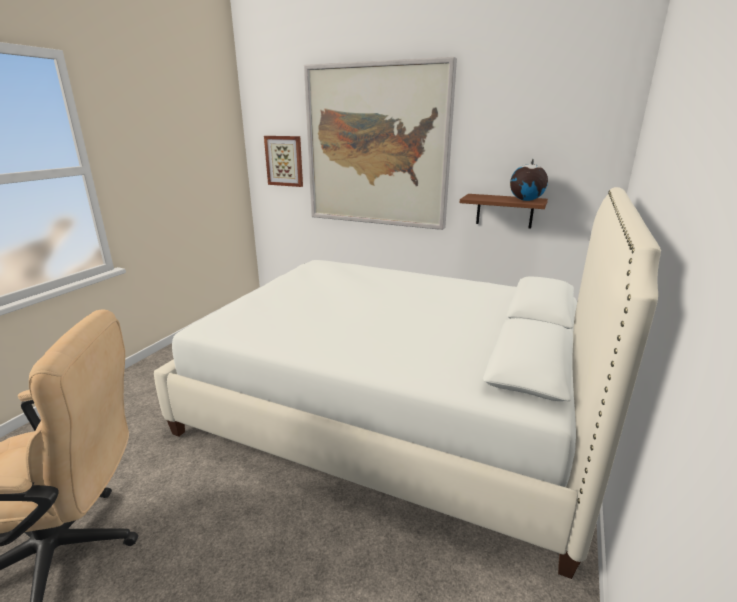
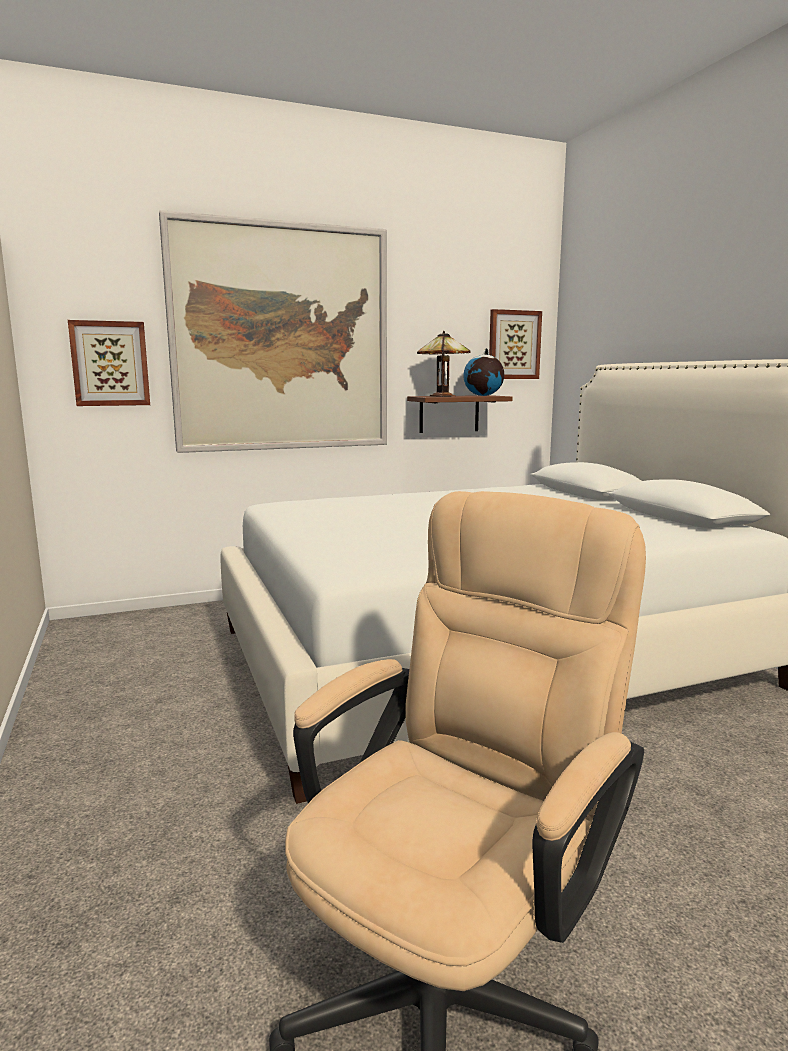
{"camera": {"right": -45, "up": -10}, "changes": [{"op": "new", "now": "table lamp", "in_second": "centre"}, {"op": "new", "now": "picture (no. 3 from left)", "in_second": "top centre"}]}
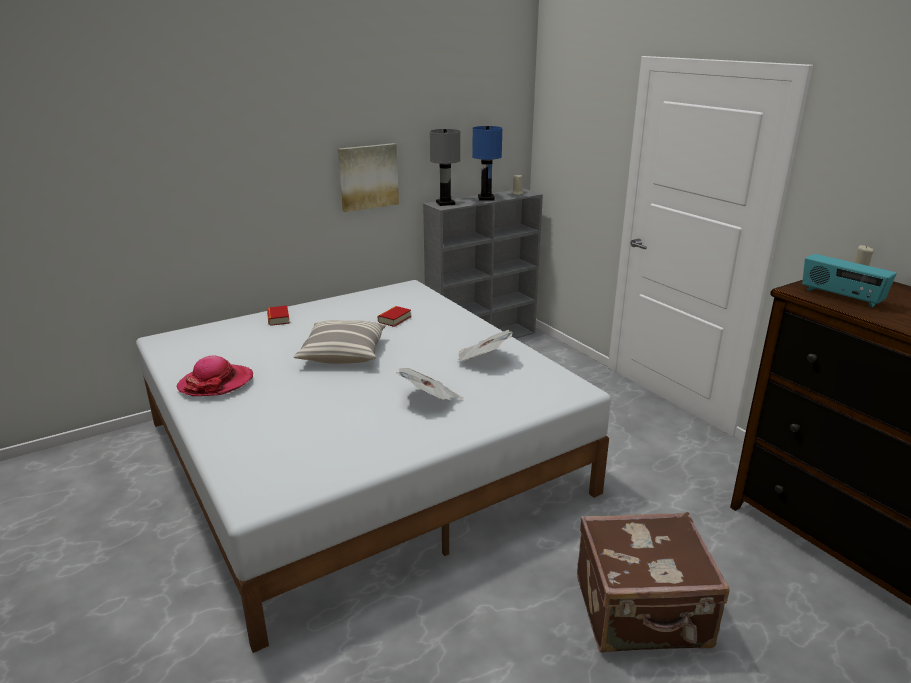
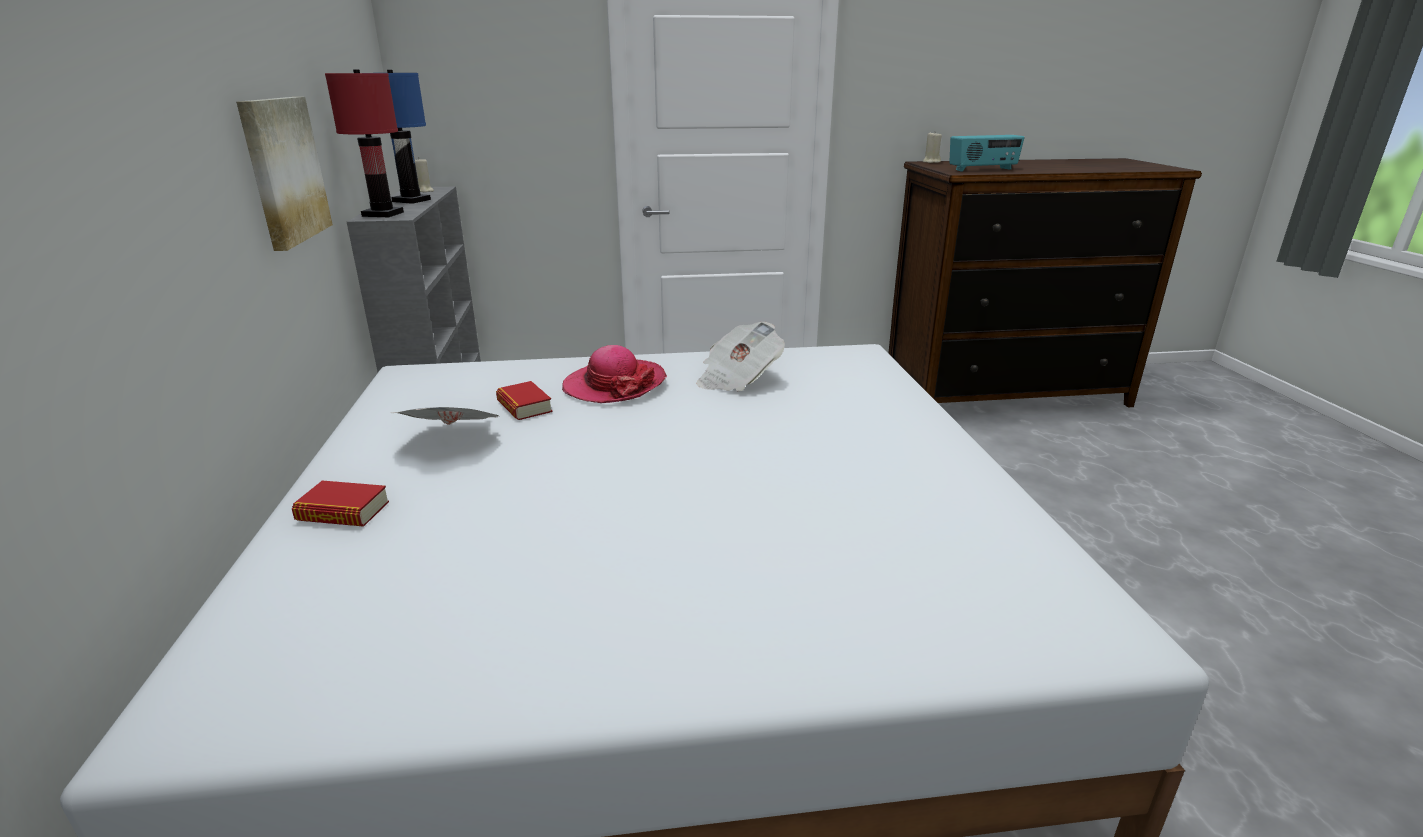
{"camera": {"right": -65, "up": 0}, "changes": [{"op": "shifted", "was": "hat", "in_first": "middle left", "in_second": "centre"}, {"op": "gone", "was": "pillow", "in_first": "centre"}, {"op": "shifted", "was": "newspaper (no. 1 from left)", "in_first": "centre", "in_second": "middle left"}, {"op": "repainted", "was": "grey table lamp", "now": "red table lamp", "in_first": "top centre", "in_second": "top left"}, {"op": "gone", "was": "brown suitcase", "in_first": "bottom right"}]}
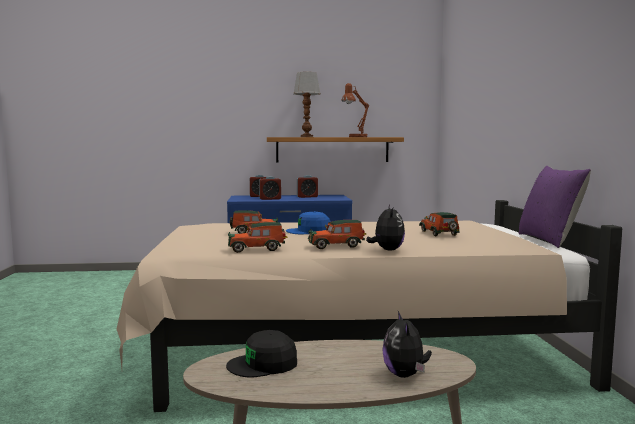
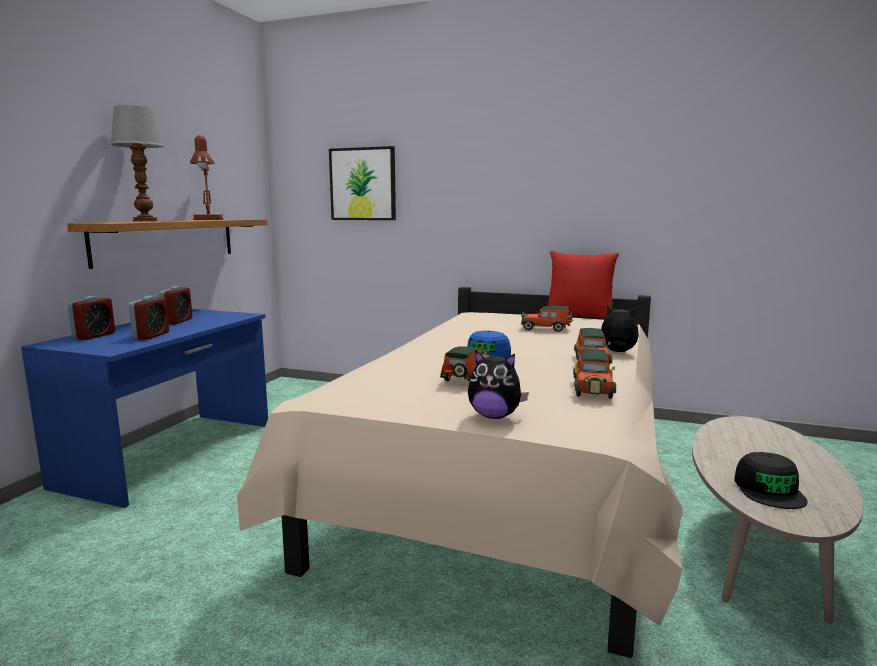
{"camera": {"right": -65, "up": 5}, "changes": [{"op": "shifted", "was": "plush toy (no. 2 from left in the first image)", "now": "plush toy (no. 1 from left)", "in_first": "bottom centre", "in_second": "centre"}, {"op": "repainted", "was": "purple pillow", "now": "red pillow", "in_first": "middle right", "in_second": "centre"}, {"op": "new", "now": "picture", "in_second": "top centre"}]}
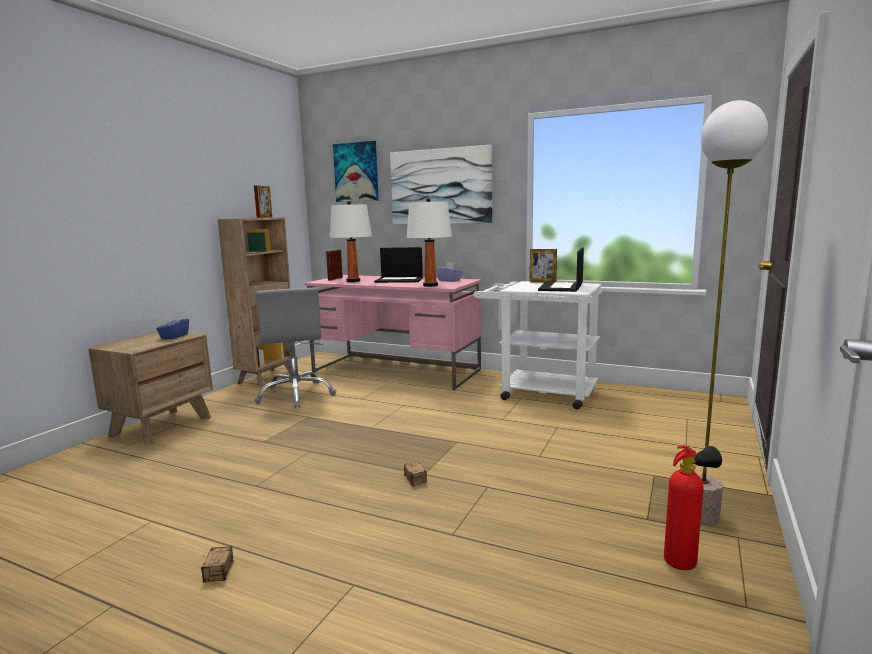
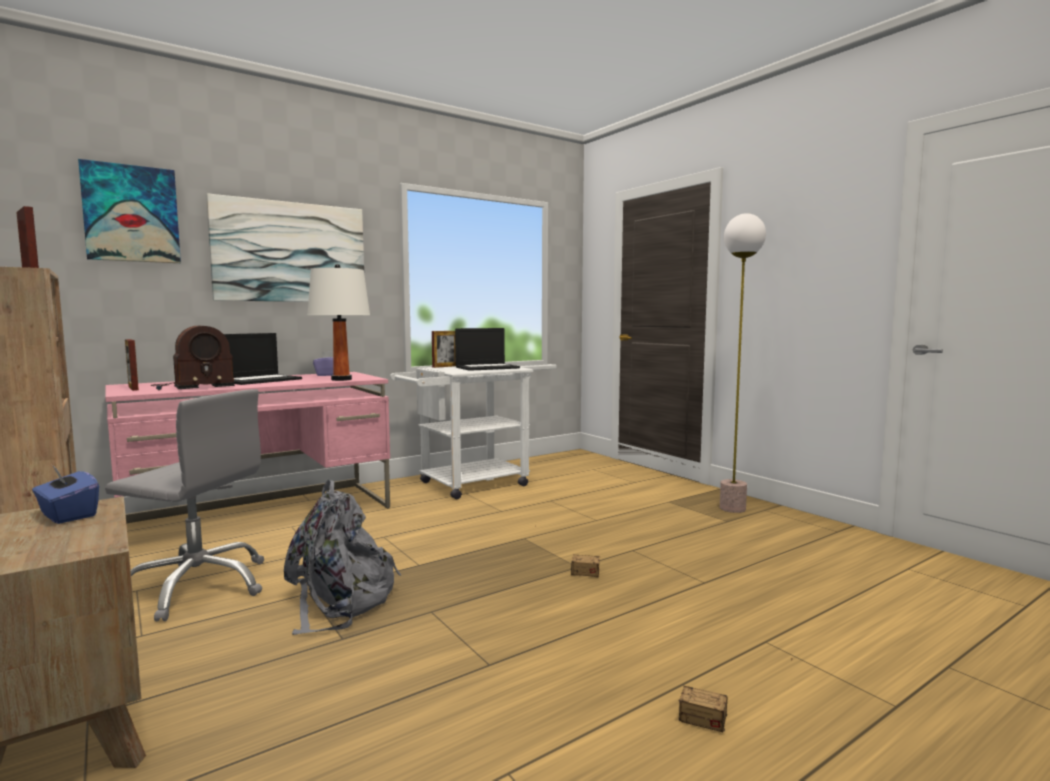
{"camera": {"right": -60, "up": -5}, "changes": [{"op": "swapped", "was": "white table lamp (no. 1 from left)", "now": "radio", "in_first": "centre", "in_second": "middle left"}, {"op": "rotated", "was": "laptop (no. 2 from left)", "in_first": "centre", "in_second": "centre", "clockwise": -75}, {"op": "gone", "was": "fire extinguisher", "in_first": "bottom right"}, {"op": "new", "now": "grey backpack", "in_second": "bottom left"}]}
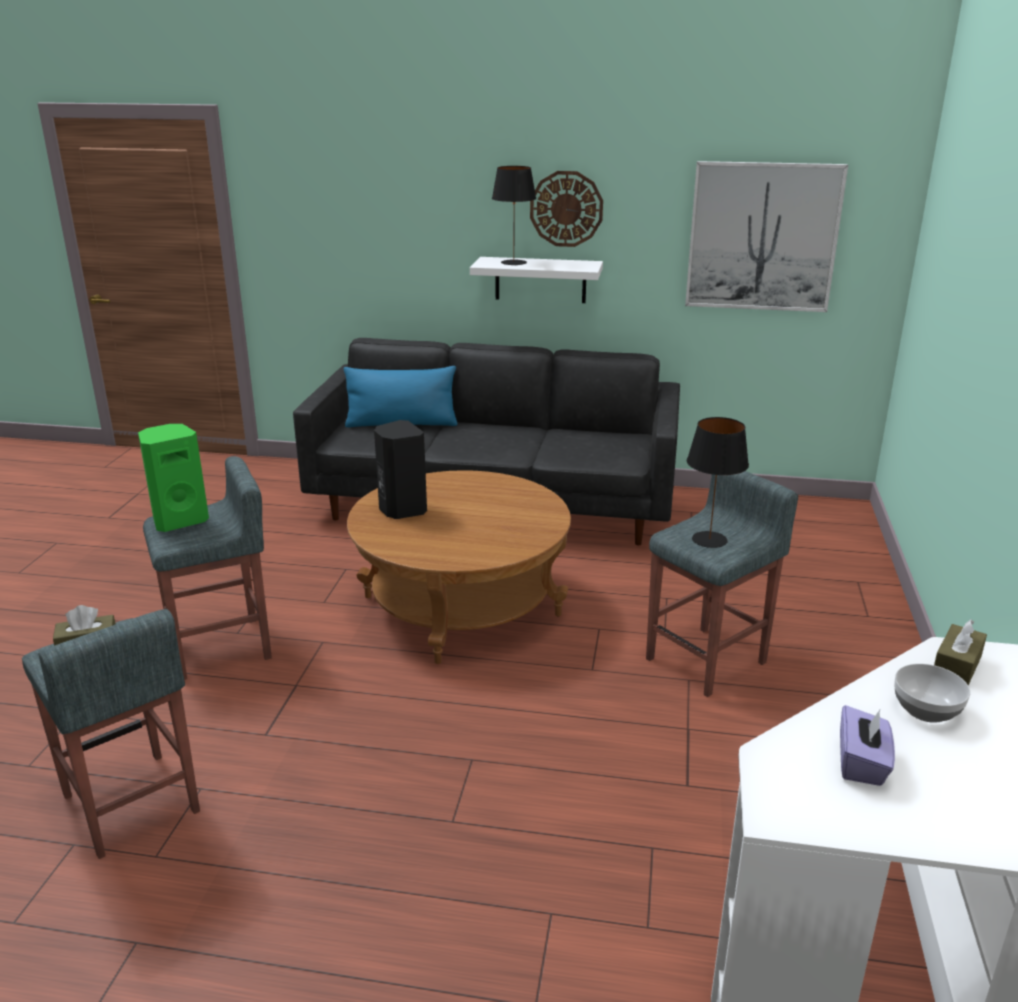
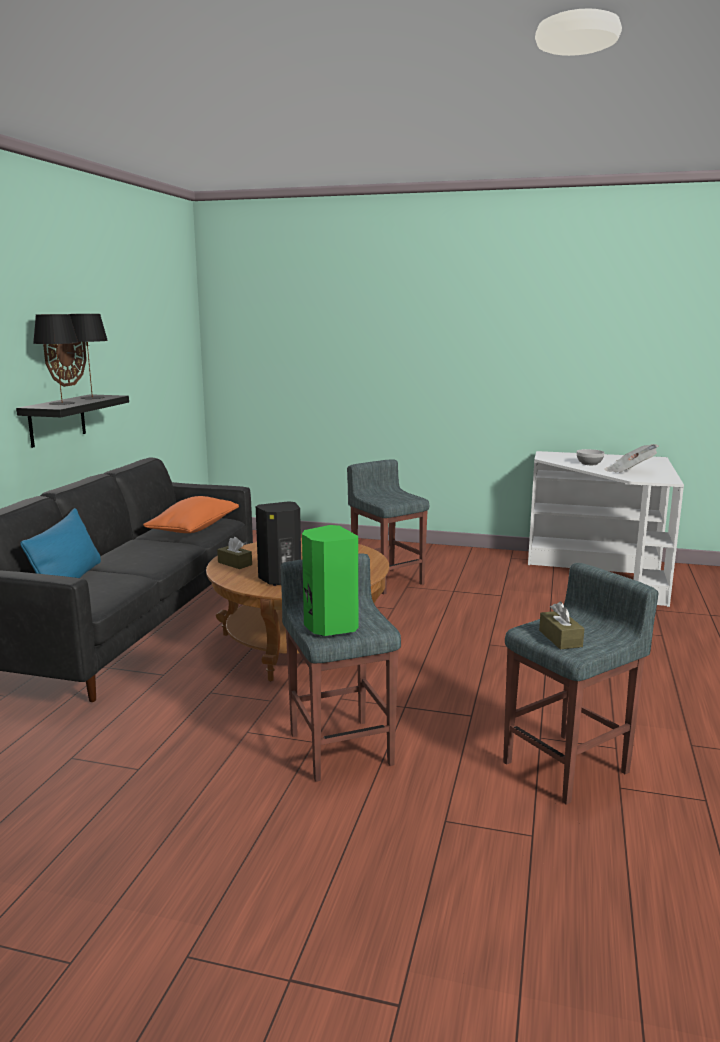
{"camera": {"right": -85, "up": -10}, "changes": [{"op": "repainted", "was": "white shelf", "now": "black shelf", "in_first": "top centre", "in_second": "middle left"}, {"op": "gone", "was": "picture", "in_first": "top right"}, {"op": "shifted", "was": "black table lamp (no. 2 from left)", "in_first": "middle right", "in_second": "middle left"}, {"op": "swapped", "was": "purple tissue box", "now": "newspaper", "in_first": "bottom right", "in_second": "middle right"}, {"op": "shifted", "was": "brown tissue box (no. 2 from left in the first image)", "now": "brown tissue box (no. 1 from left)", "in_first": "middle right", "in_second": "middle left"}, {"op": "new", "now": "orange pillow", "in_second": "middle left"}]}
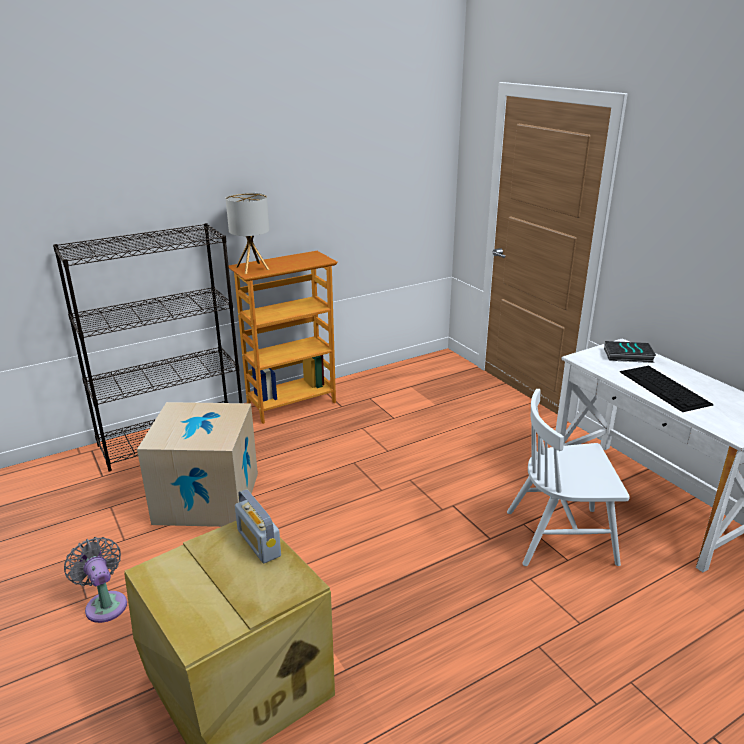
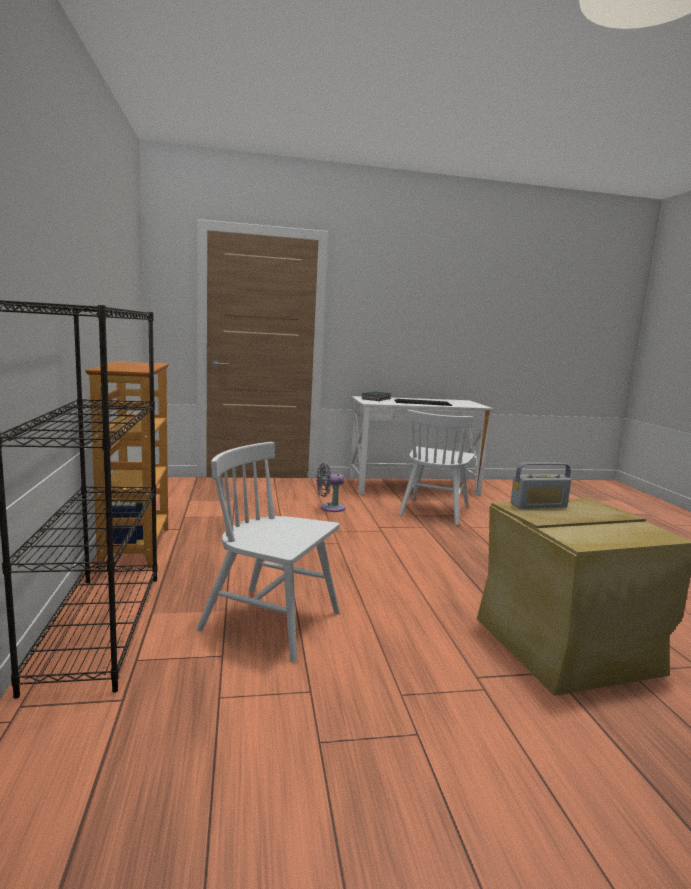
{"camera": {"right": -70, "up": -15}, "changes": [{"op": "shifted", "was": "grey fan", "in_first": "bottom left", "in_second": "centre"}, {"op": "swapped", "was": "cardboard box", "now": "white chair (no. 1 from left)", "in_first": "middle left", "in_second": "centre"}, {"op": "gone", "was": "table lamp", "in_first": "top centre"}]}
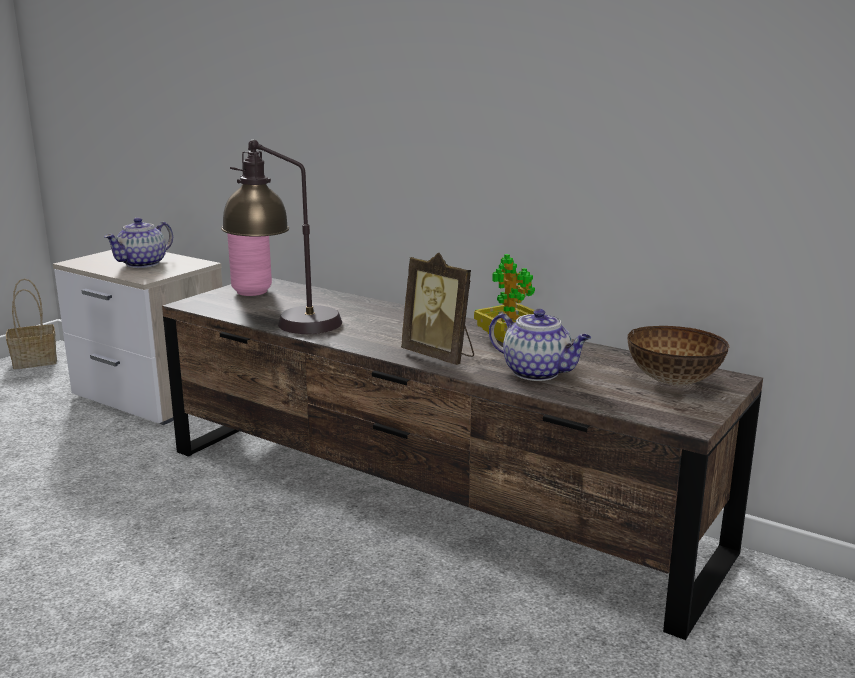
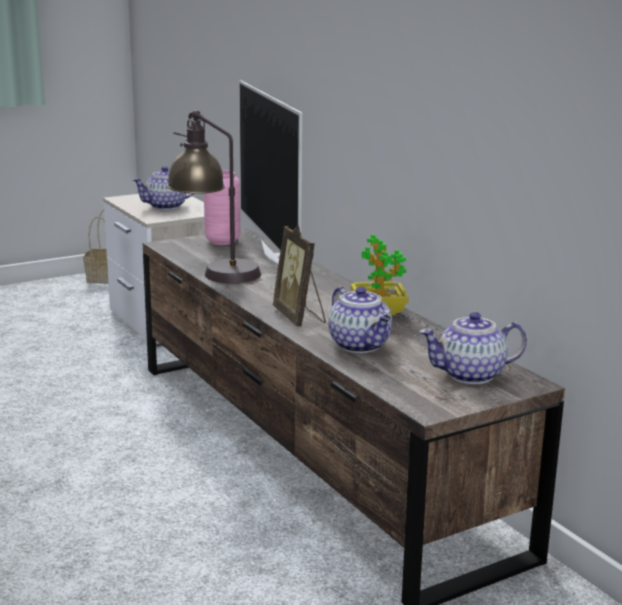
{"camera": {"right": 25, "up": 0}, "changes": [{"op": "swapped", "was": "bowl", "now": "teapot (no. 3 from left)", "in_first": "middle right", "in_second": "middle right"}, {"op": "new", "now": "television", "in_second": "top centre"}]}
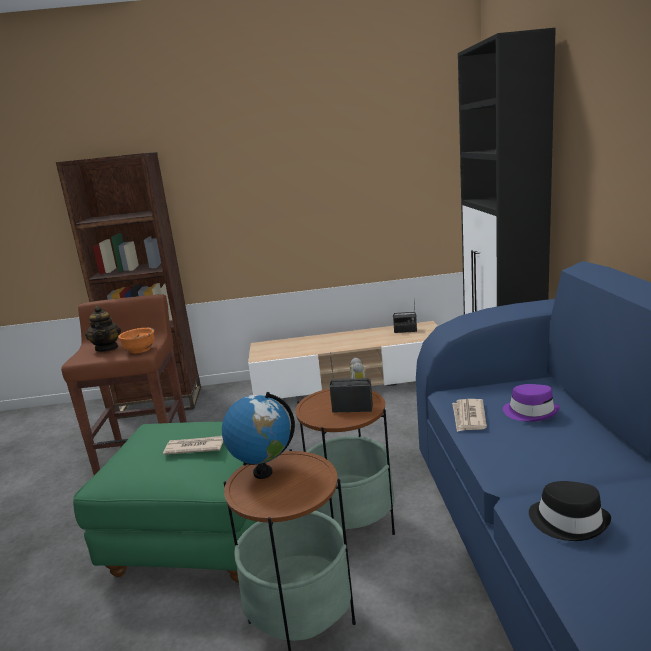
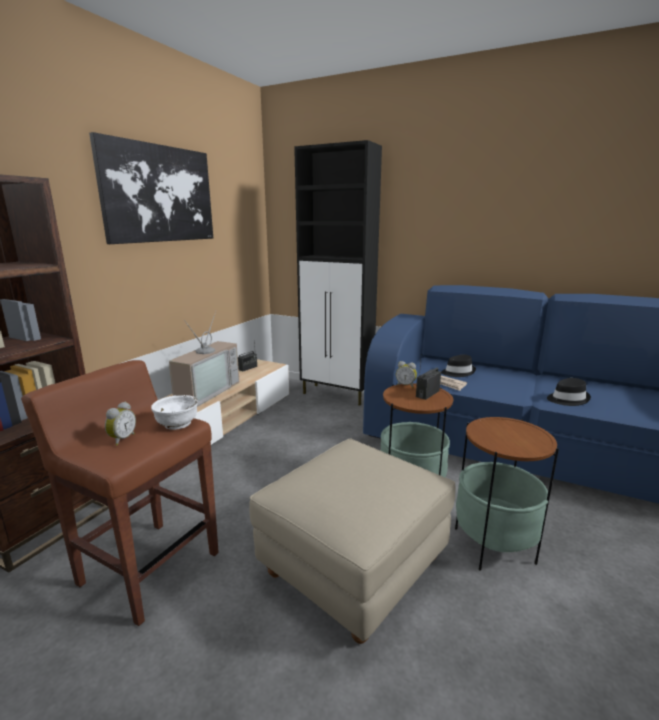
{"camera": {"right": -60, "up": 0}, "changes": [{"op": "repainted", "was": "green ottoman", "now": "beige ottoman", "in_first": "bottom left", "in_second": "bottom centre"}, {"op": "swapped", "was": "teapot", "now": "alarm clock (no. 1 from left)", "in_first": "middle left", "in_second": "middle left"}, {"op": "repainted", "was": "orange bowl", "now": "white bowl", "in_first": "middle left", "in_second": "middle left"}, {"op": "gone", "was": "newspaper (no. 1 from left)", "in_first": "bottom left"}, {"op": "gone", "was": "globe", "in_first": "bottom centre"}, {"op": "repainted", "was": "purple hat", "now": "black hat (no. 1 from left)", "in_first": "middle right", "in_second": "middle right"}, {"op": "new", "now": "picture", "in_second": "top left"}, {"op": "new", "now": "television", "in_second": "middle left"}]}
